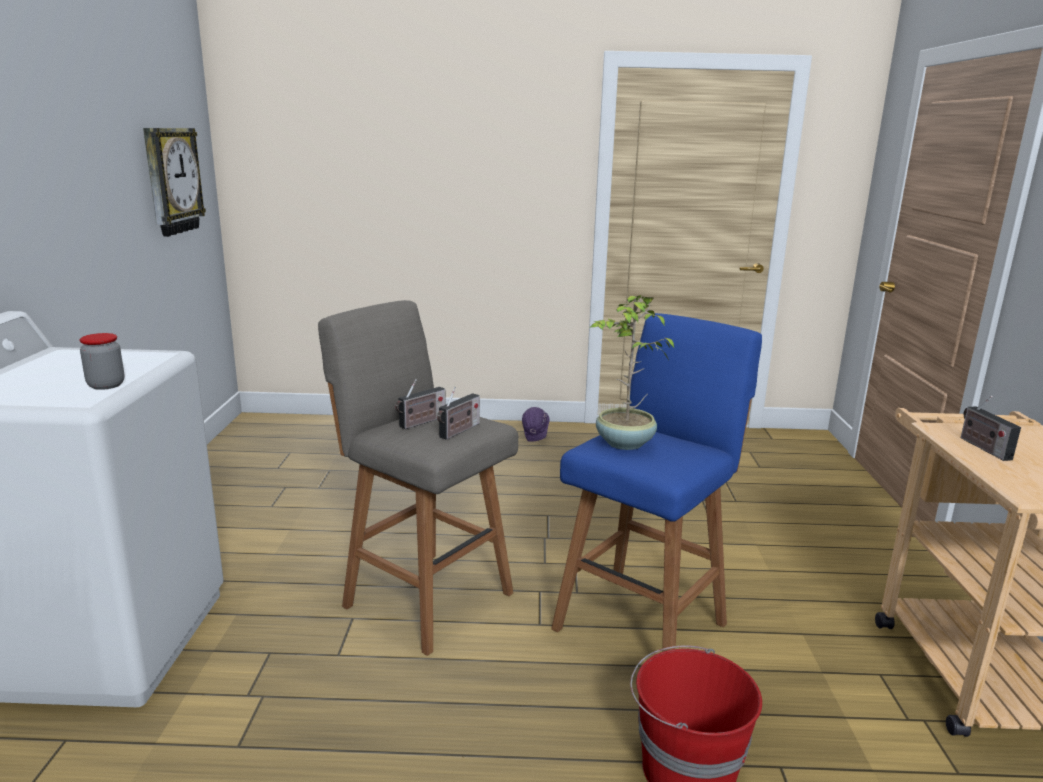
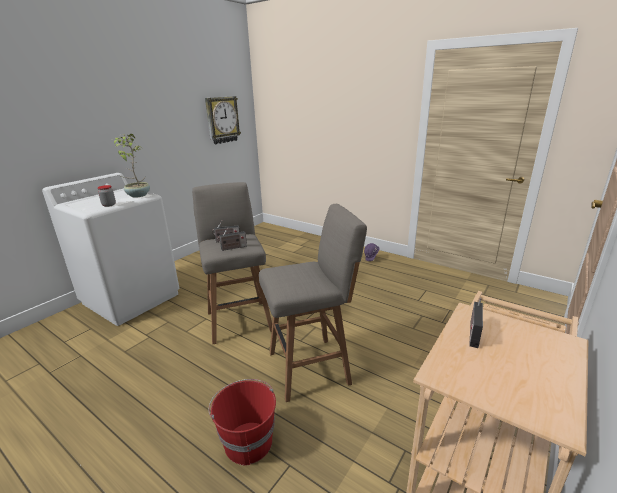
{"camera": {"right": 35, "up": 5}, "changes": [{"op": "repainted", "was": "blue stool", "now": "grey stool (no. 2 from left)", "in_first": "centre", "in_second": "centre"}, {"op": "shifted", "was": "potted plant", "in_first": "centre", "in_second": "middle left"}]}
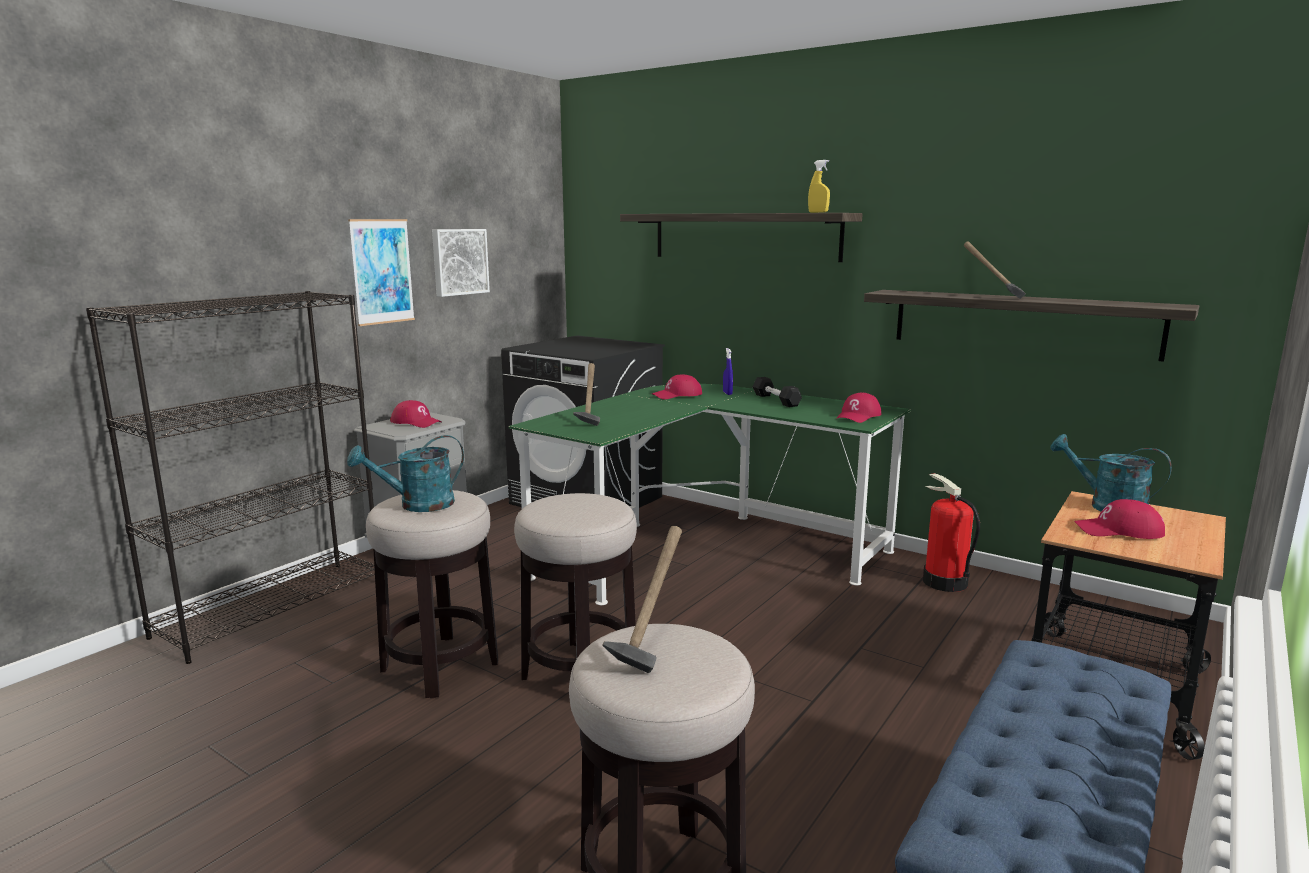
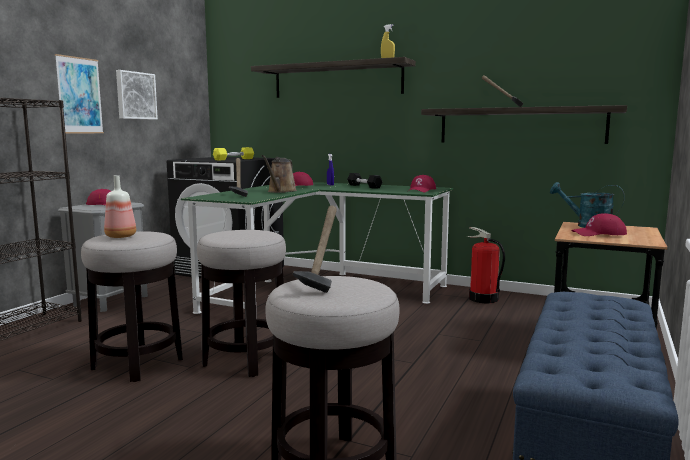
{"camera": {"right": -10, "up": -5}, "changes": [{"op": "swapped", "was": "turquoise watering can (no. 1 from left)", "now": "bottle", "in_first": "middle left", "in_second": "middle left"}, {"op": "new", "now": "yellow dumbbell", "in_second": "top centre"}, {"op": "new", "now": "brown watering can", "in_second": "centre"}]}
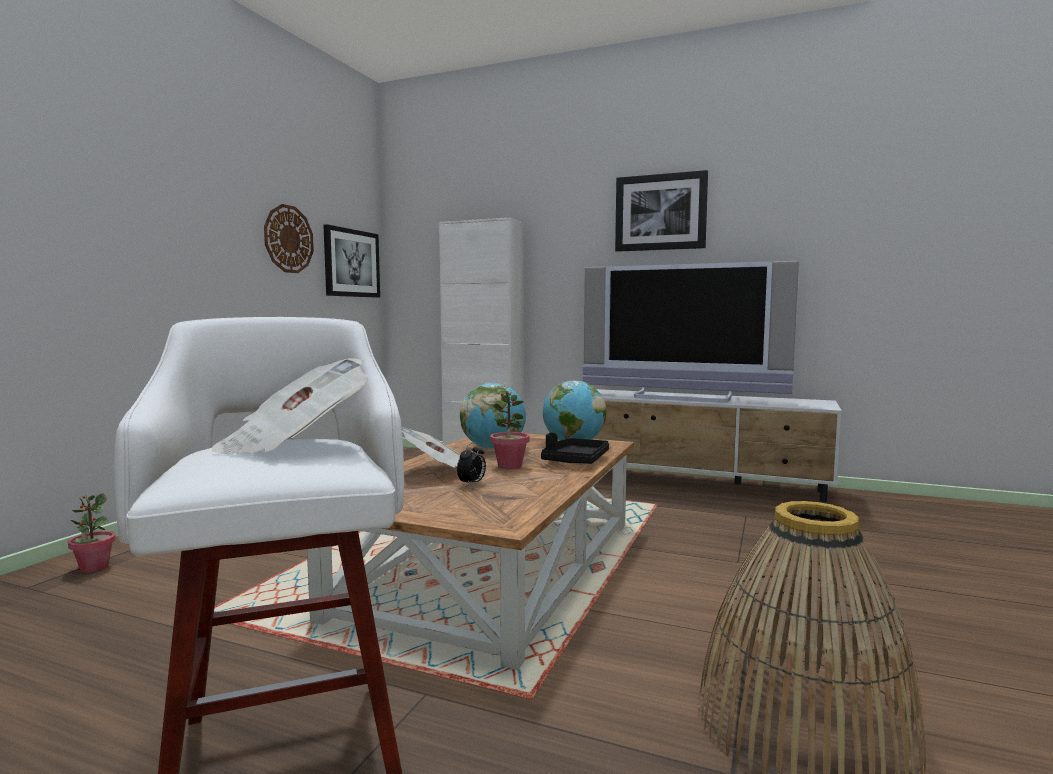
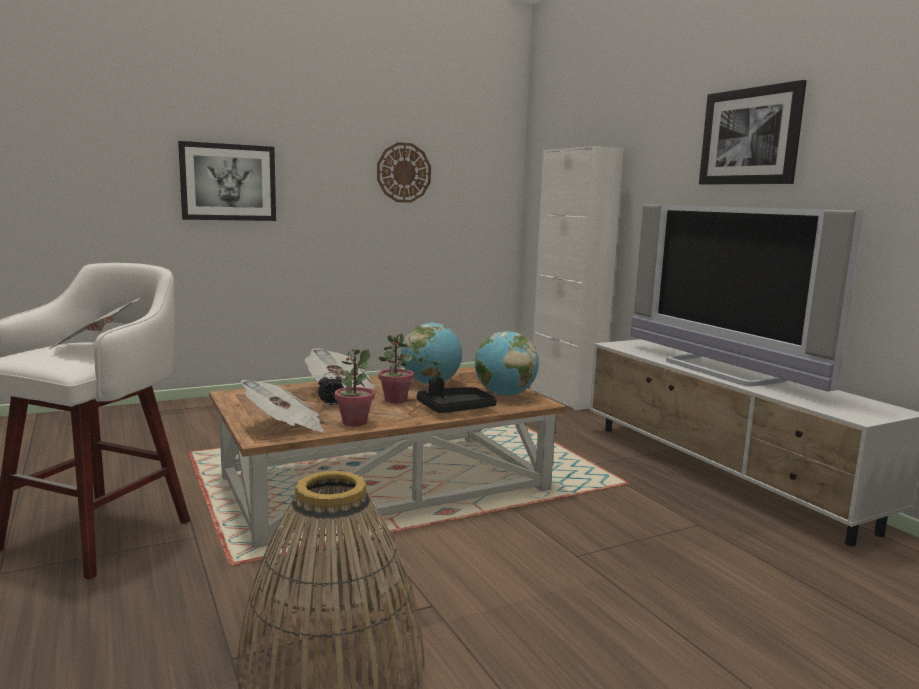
{"camera": {"right": 40, "up": 5}, "changes": [{"op": "shifted", "was": "potted plant (no. 1 from left)", "in_first": "bottom left", "in_second": "centre"}, {"op": "shifted", "was": "picture (no. 1 from left)", "in_first": "centre", "in_second": "top left"}, {"op": "new", "now": "newspaper (no. 2 from left)", "in_second": "middle left"}]}
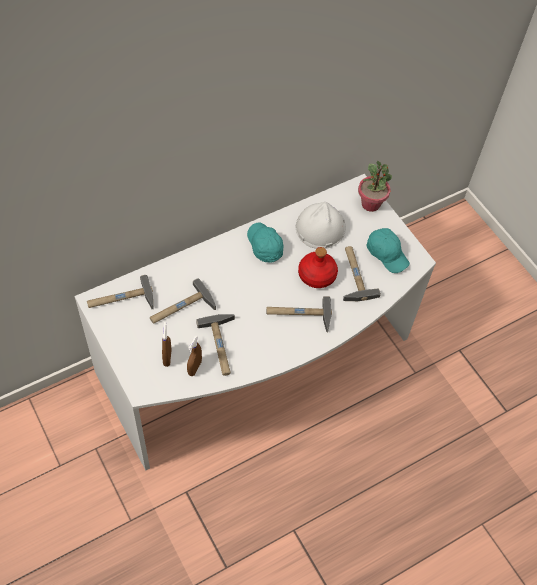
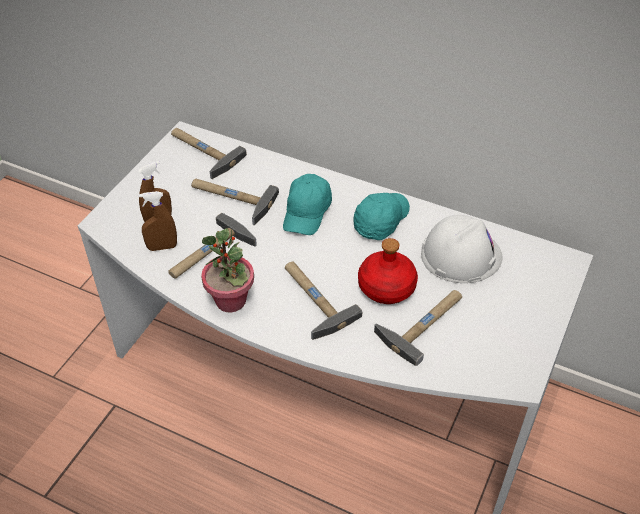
{"camera": {"right": 60, "up": -10}, "changes": [{"op": "shifted", "was": "potted plant", "in_first": "top right", "in_second": "centre"}, {"op": "shifted", "was": "turquoise cap (no. 2 from left in the first image)", "now": "turquoise cap (no. 1 from left)", "in_first": "middle right", "in_second": "centre"}]}
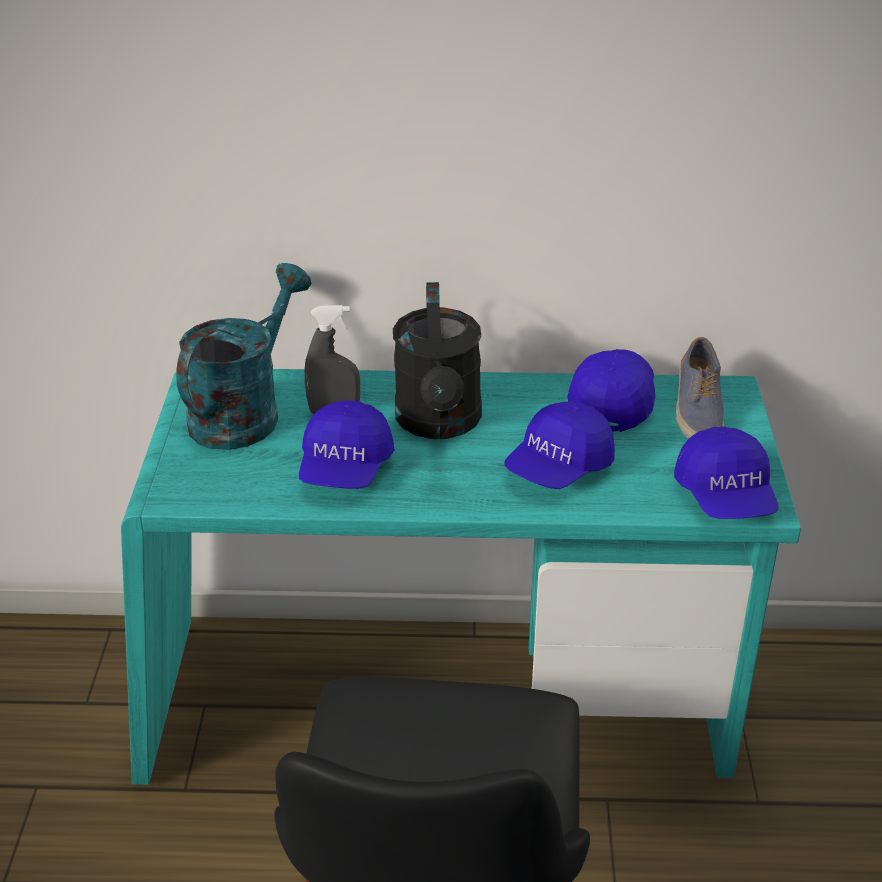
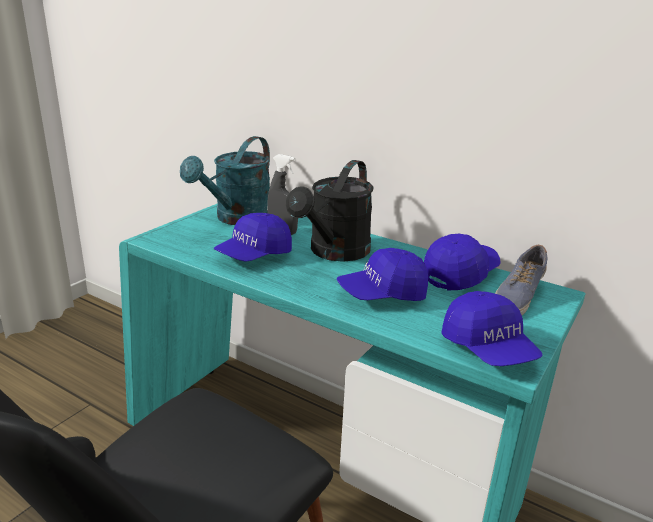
{"camera": {"right": 30, "up": -10}, "changes": [{"op": "rotated", "was": "turquoise watering can", "in_first": "middle left", "in_second": "centre", "clockwise": 150}, {"op": "rotated", "was": "blue cap (no. 4 from left)", "in_first": "middle right", "in_second": "middle right", "clockwise": -45}]}
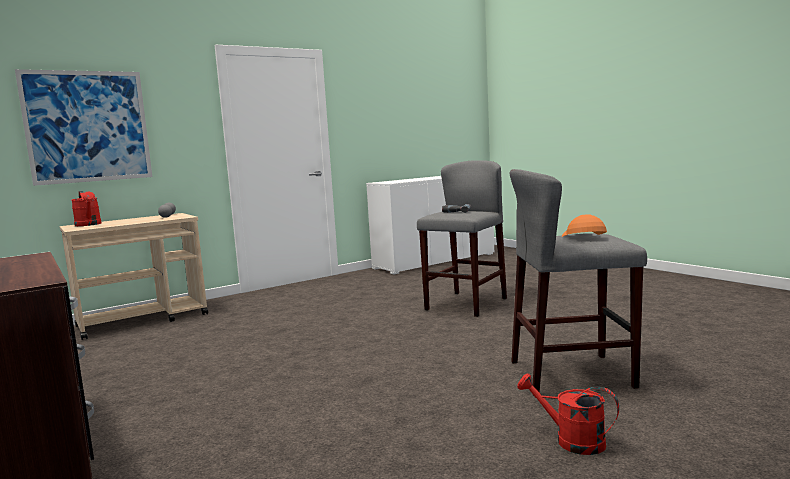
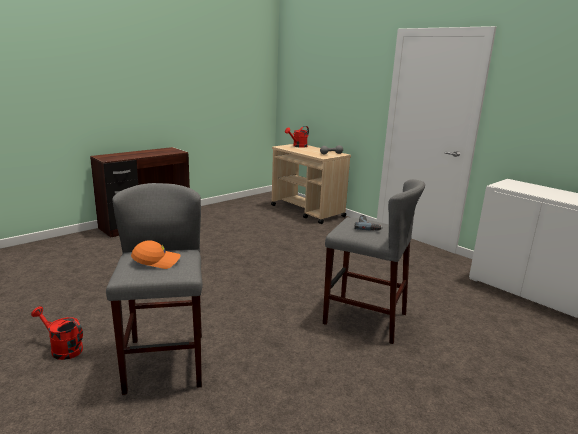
{"camera": {"right": 80, "up": 10}, "changes": [{"op": "gone", "was": "picture", "in_first": "top left"}, {"op": "rotated", "was": "red watering can (no. 2 from left in the first image)", "in_first": "bottom right", "in_second": "bottom left", "clockwise": -90}]}
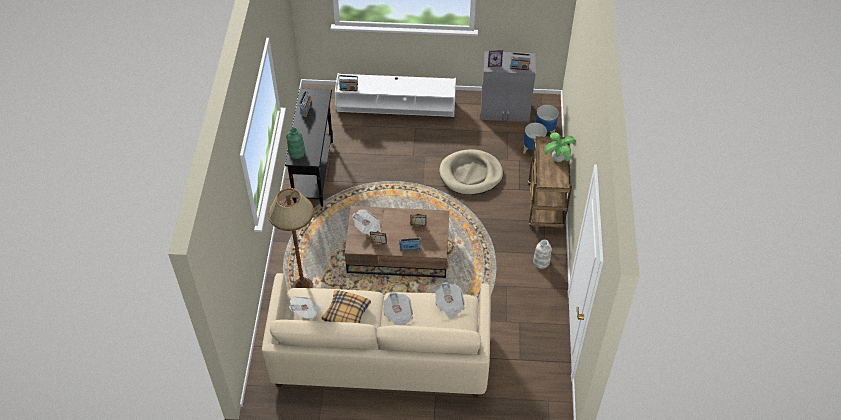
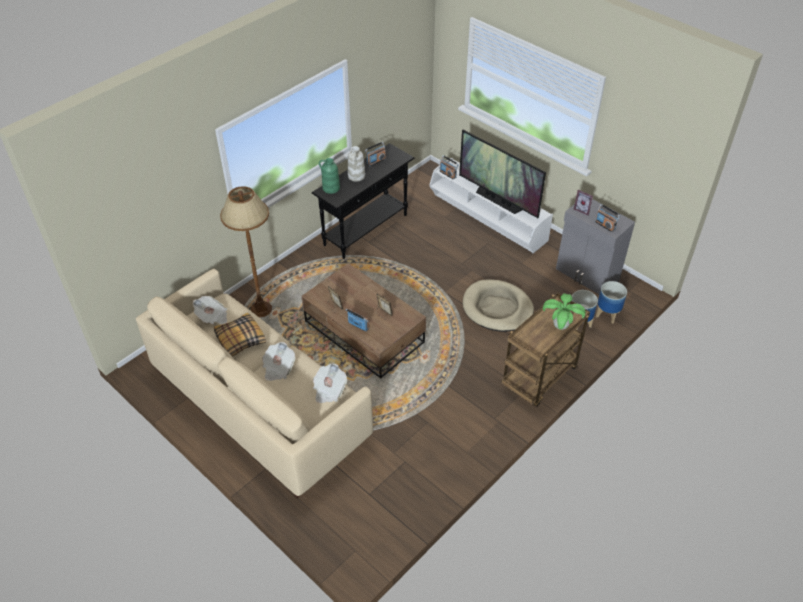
{"camera": {"right": 40, "up": -5}, "changes": [{"op": "gone", "was": "newspaper (no. 2 from left)", "in_first": "centre"}, {"op": "shifted", "was": "white vase", "in_first": "centre", "in_second": "top centre"}, {"op": "new", "now": "television", "in_second": "top centre"}]}
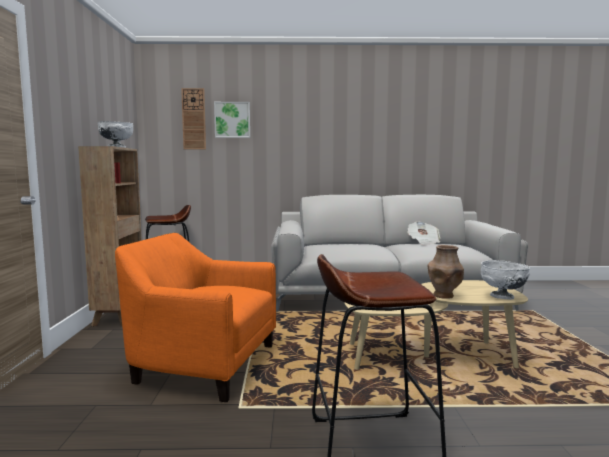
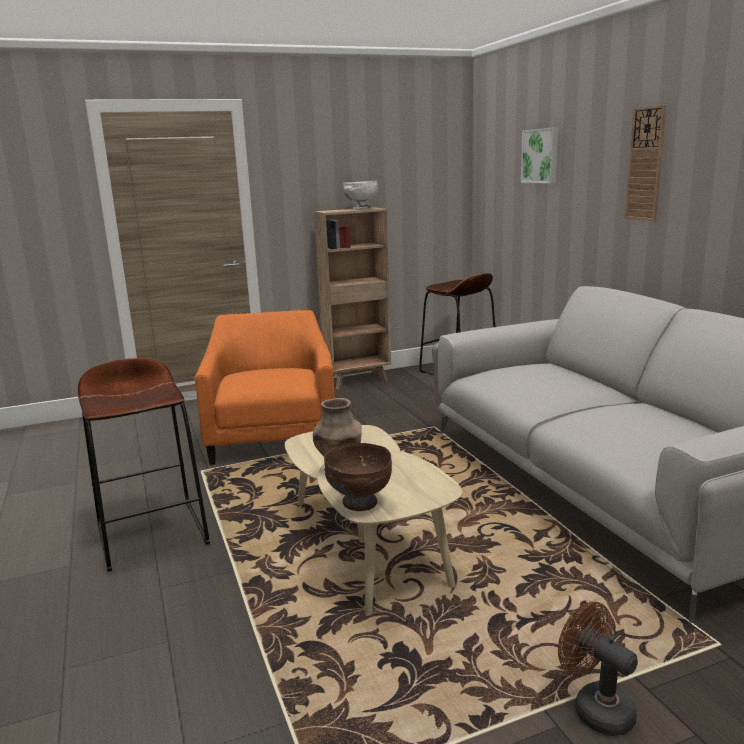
{"camera": {"right": 70, "up": 10}, "changes": [{"op": "shifted", "was": "wall clock", "in_first": "top left", "in_second": "top right"}, {"op": "gone", "was": "newspaper", "in_first": "middle right"}, {"op": "repainted", "was": "white bowl (no. 2 from left)", "now": "brown bowl", "in_first": "middle right", "in_second": "centre"}, {"op": "new", "now": "brown fan", "in_second": "bottom right"}]}
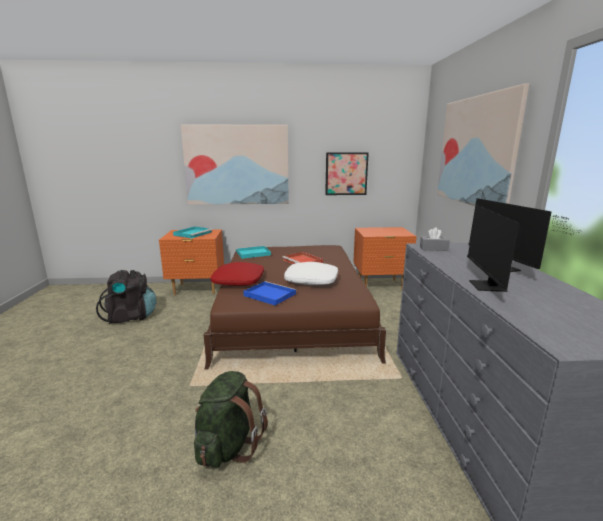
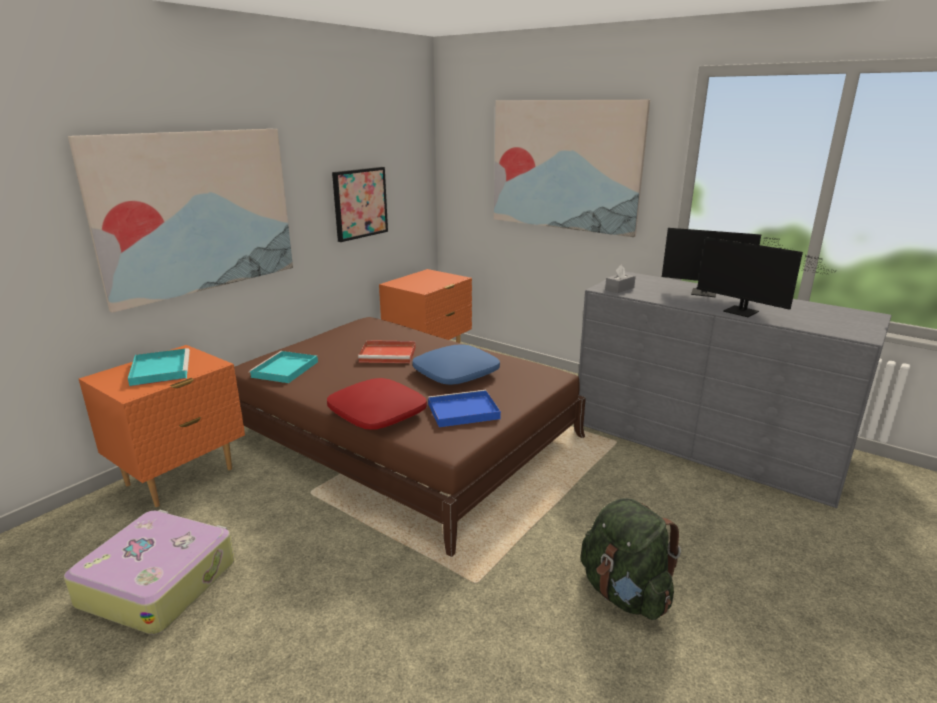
{"camera": {"right": -50, "up": 5}, "changes": [{"op": "swapped", "was": "black backpack", "now": "suitcase", "in_first": "middle left", "in_second": "bottom left"}, {"op": "repainted", "was": "white pillow", "now": "blue pillow", "in_first": "centre", "in_second": "centre"}]}
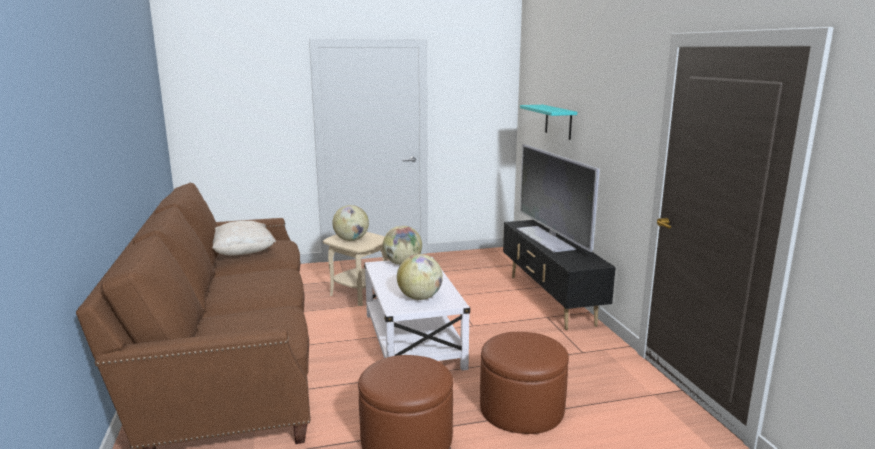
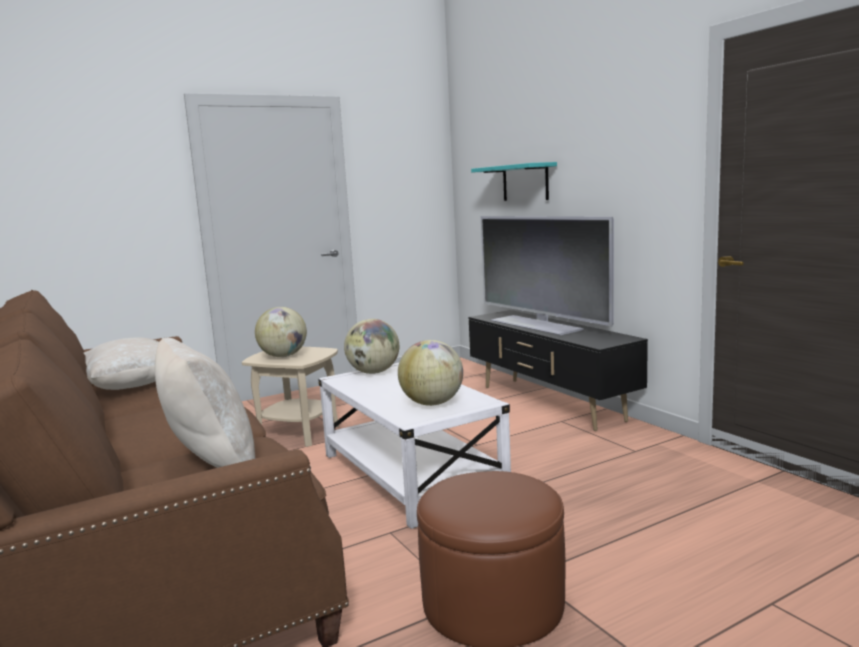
{"camera": {"right": -15, "up": -5}, "changes": [{"op": "gone", "was": "brown ottoman (no. 2 from left)", "in_first": "bottom centre"}, {"op": "new", "now": "beige pillow (no. 2 from left)", "in_second": "middle left"}]}
